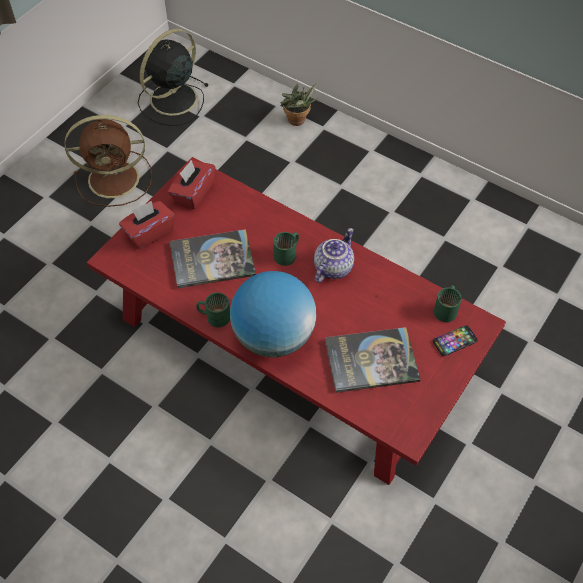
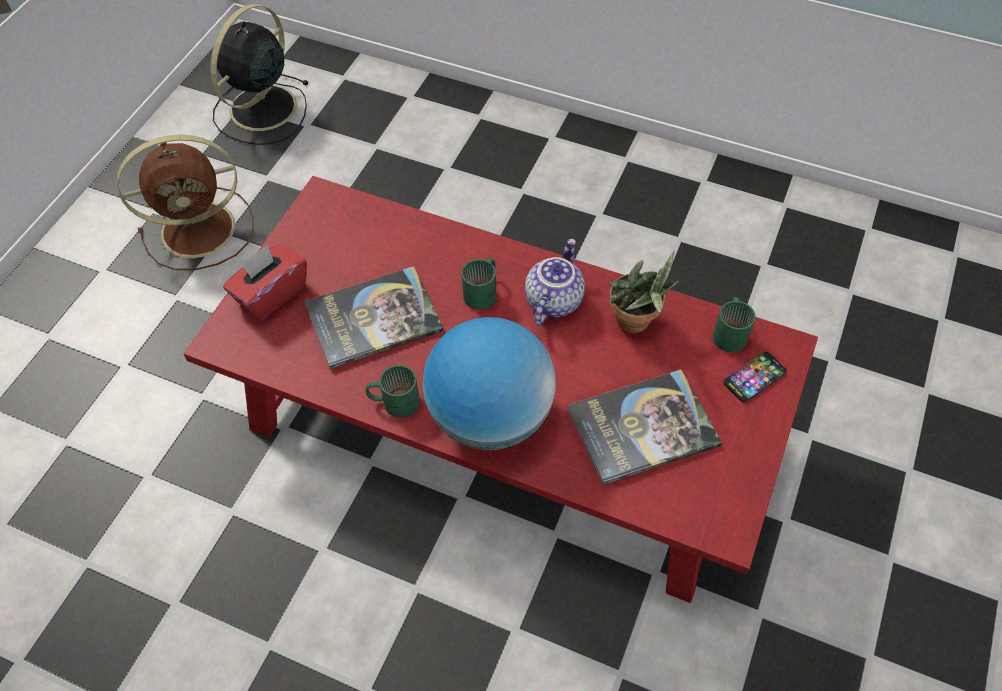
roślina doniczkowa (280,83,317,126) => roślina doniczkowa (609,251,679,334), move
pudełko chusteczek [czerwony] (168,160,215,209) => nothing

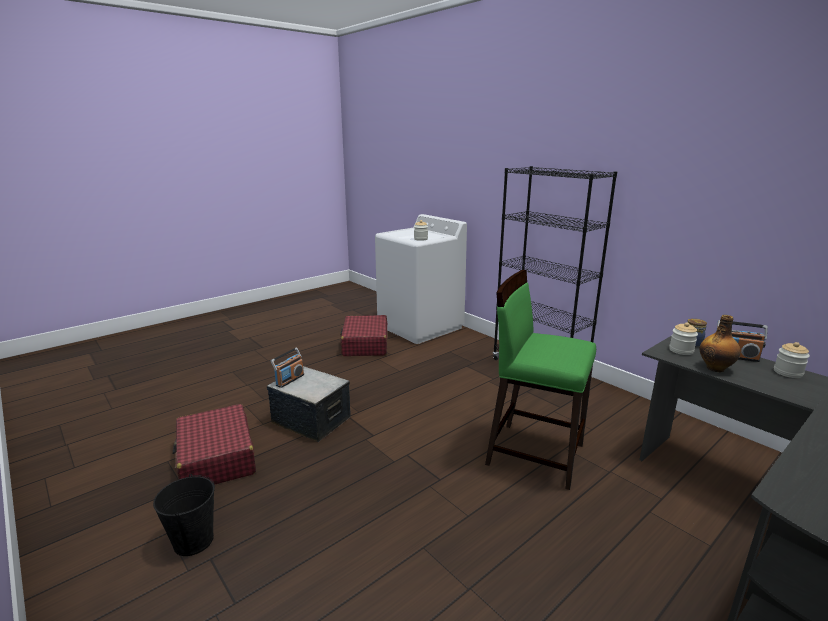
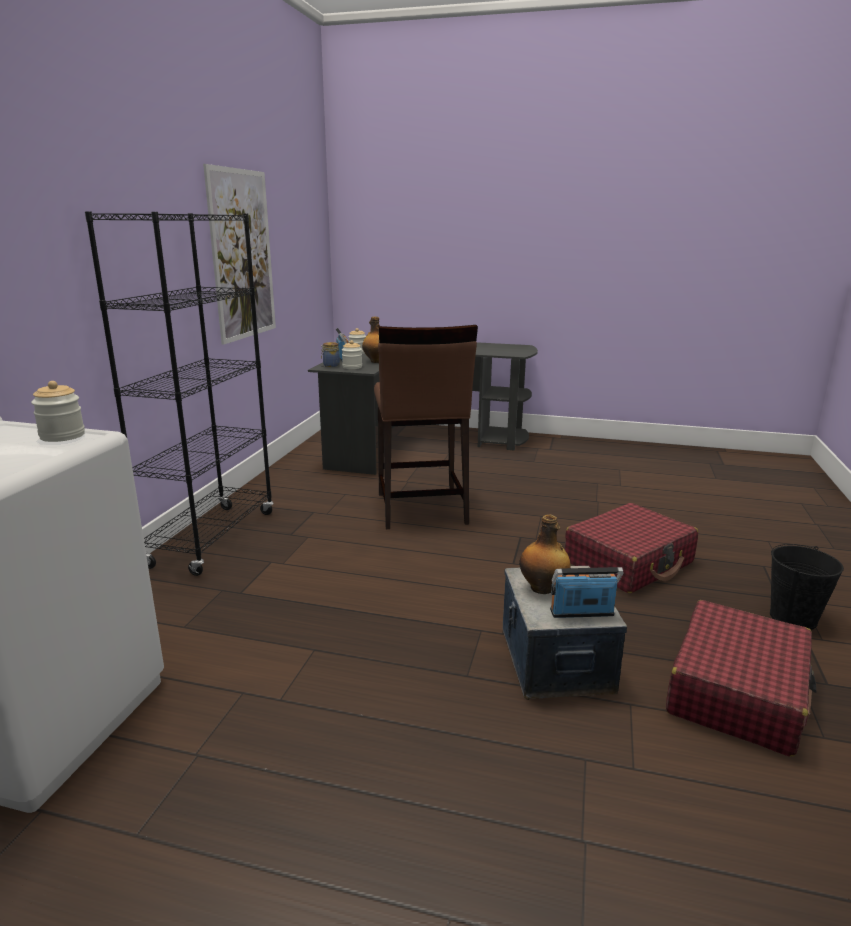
nothing => obraz (203,164,276,345)
stołek [zielony] (485,270,596,490) => stołek [brązowy] (374,325,478,529)
nothing => butelka (519,514,571,594)
walizka [czerwony] (340,315,388,356) => walizka [czerwony] (564,503,698,593), move

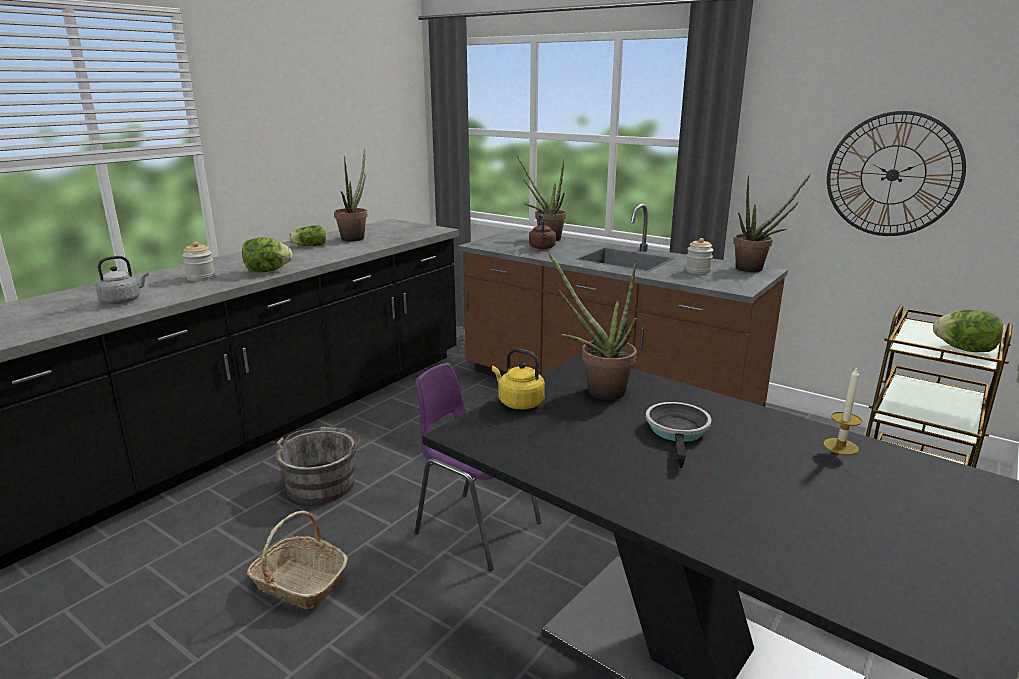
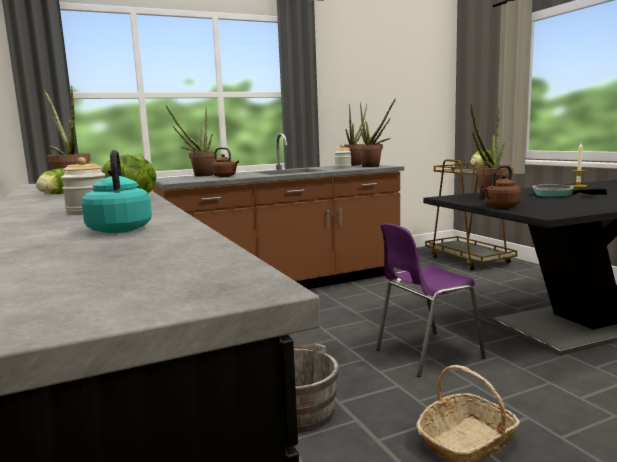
czajnik [szary] (96,256,149,304) => czajnik [turkusowy] (82,150,152,233)
nothing => roślina doniczkowa (358,98,396,167)
czajnik [żółty] (492,349,545,409) => czajnik [brązowy] (482,165,521,208)
zegar ścienny (827,111,966,236) => nothing

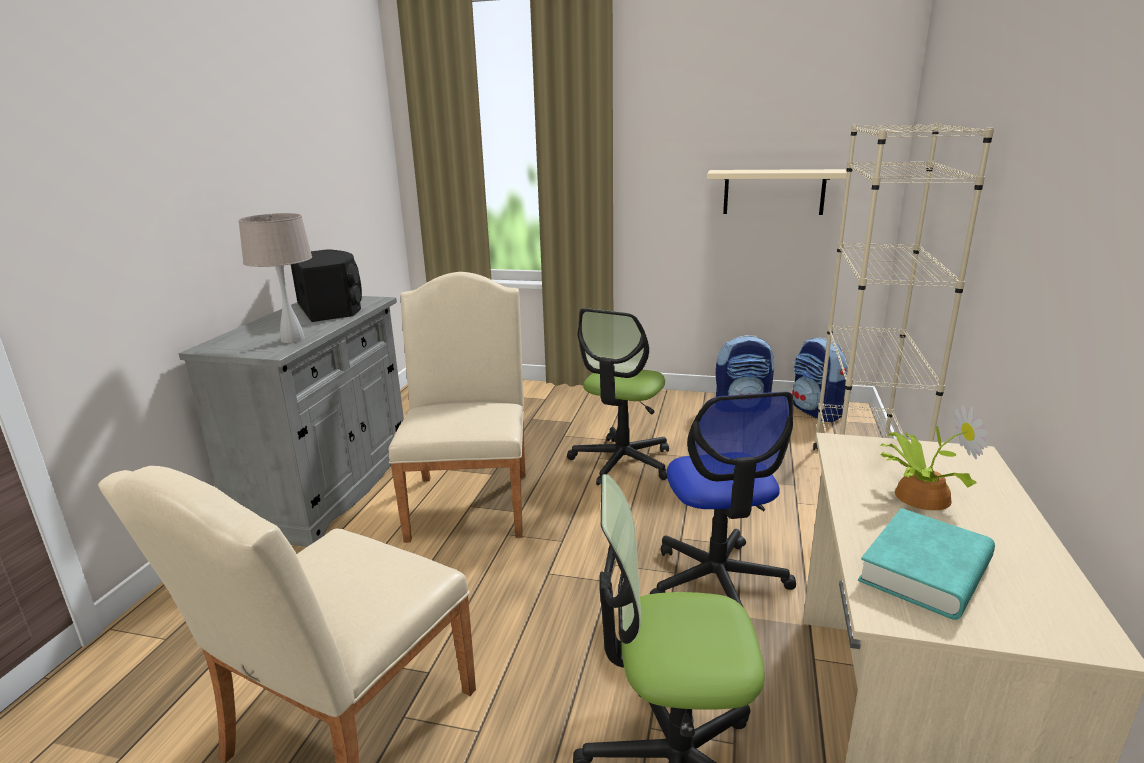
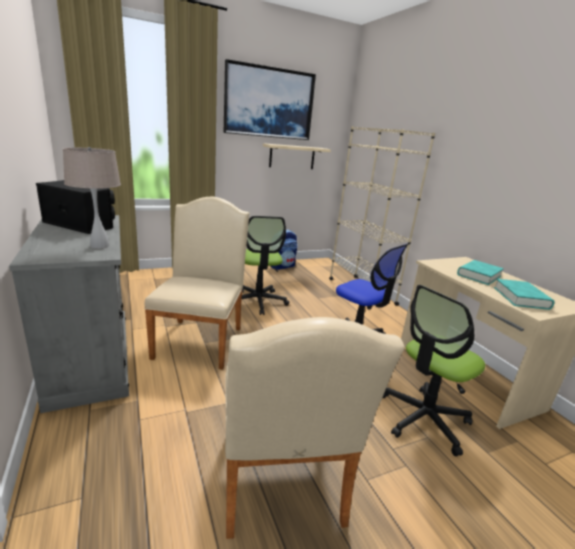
krzesło [beżowy] (389,272,526,543) => krzesło [beżowy] (144,197,249,369), 45 degrees clockwise
nothing => obraz (224,59,316,140)
roślina doniczkowa (880,405,988,510) => książka [turkusowy] (457,260,504,285)
plecak (792,337,851,422) => nothing

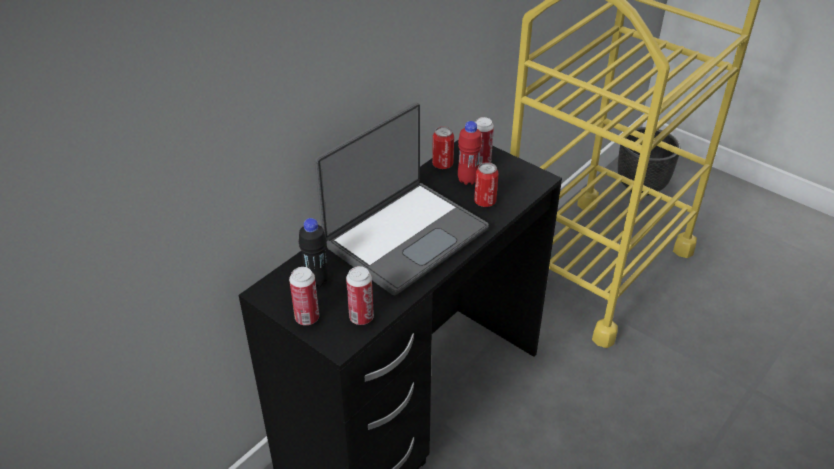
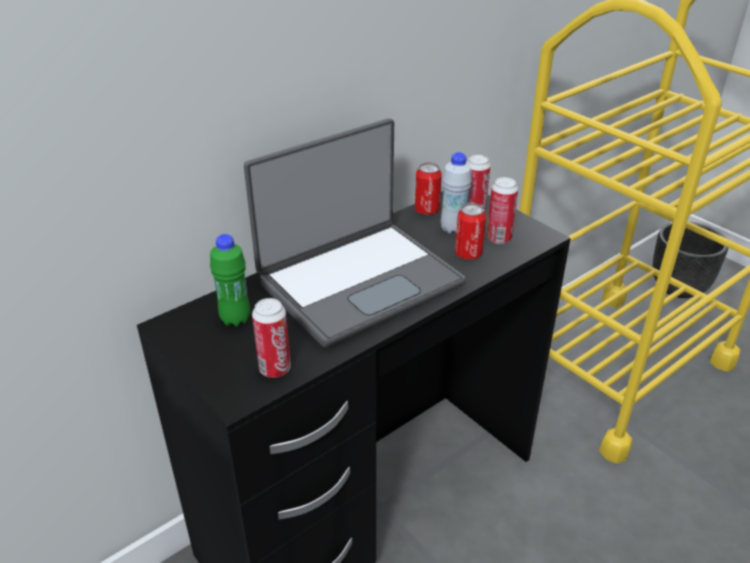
butelka [czarny] (299,218,329,287) => butelka [zielony] (210,234,250,327)
butelka [czerwony] (458,121,482,185) => butelka [biały] (441,152,472,234)
puszka (289,267,319,325) => puszka (487,177,518,244), move

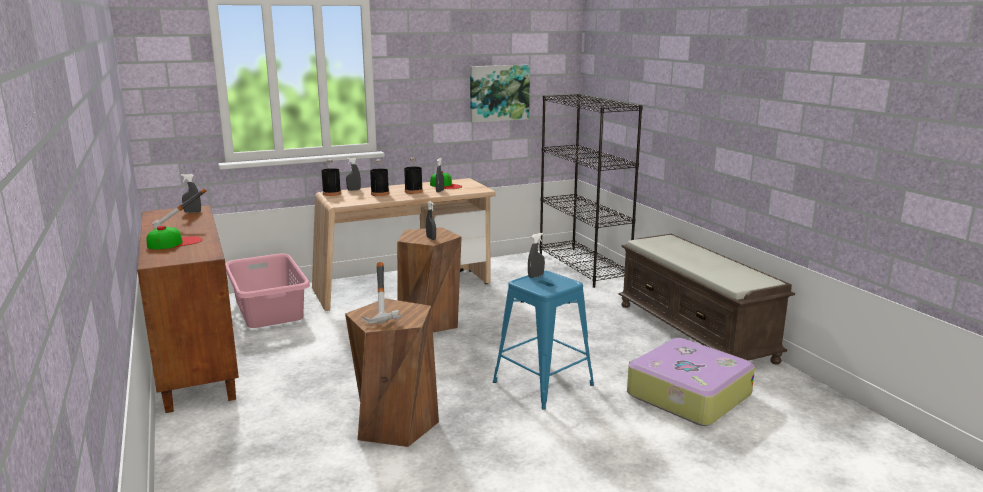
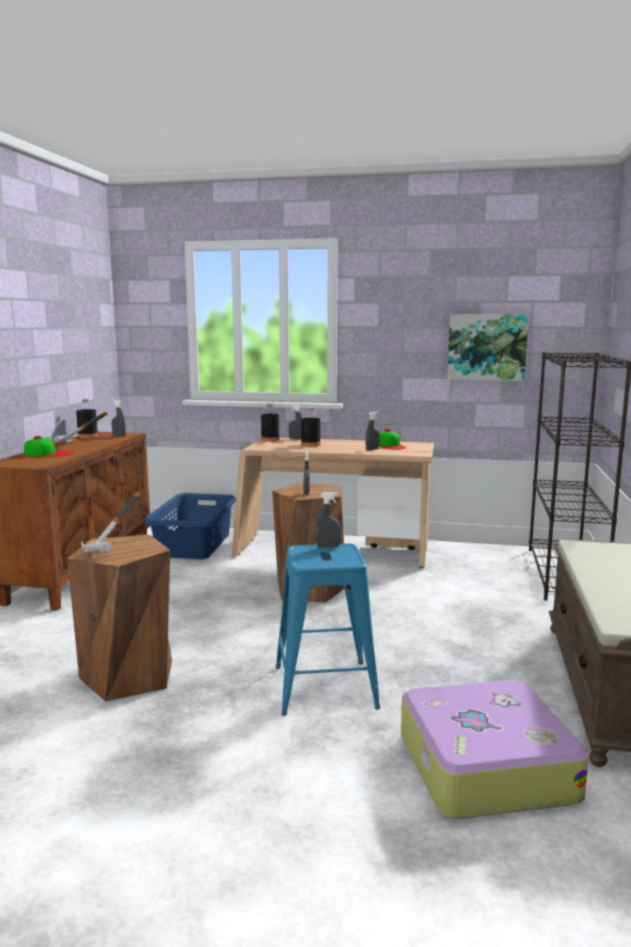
butelka [czarny] (404,157,423,194) => butelka [czarny] (76,399,98,438), move
kosz na pranie [różowy] (225,254,310,328) => kosz na pranie [niebieski] (144,493,236,559)

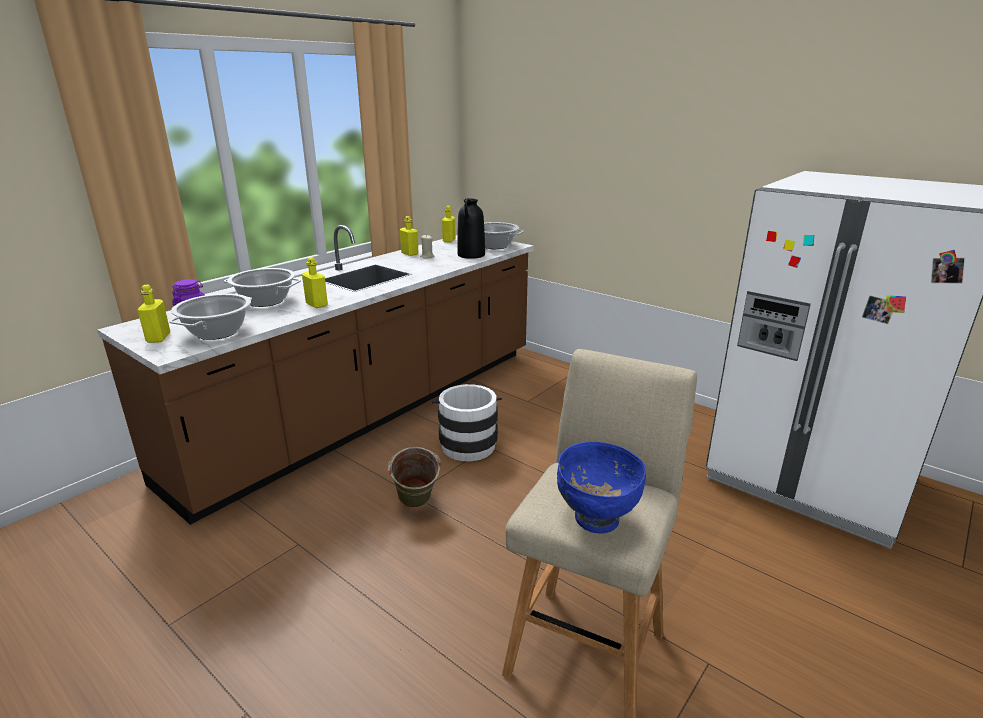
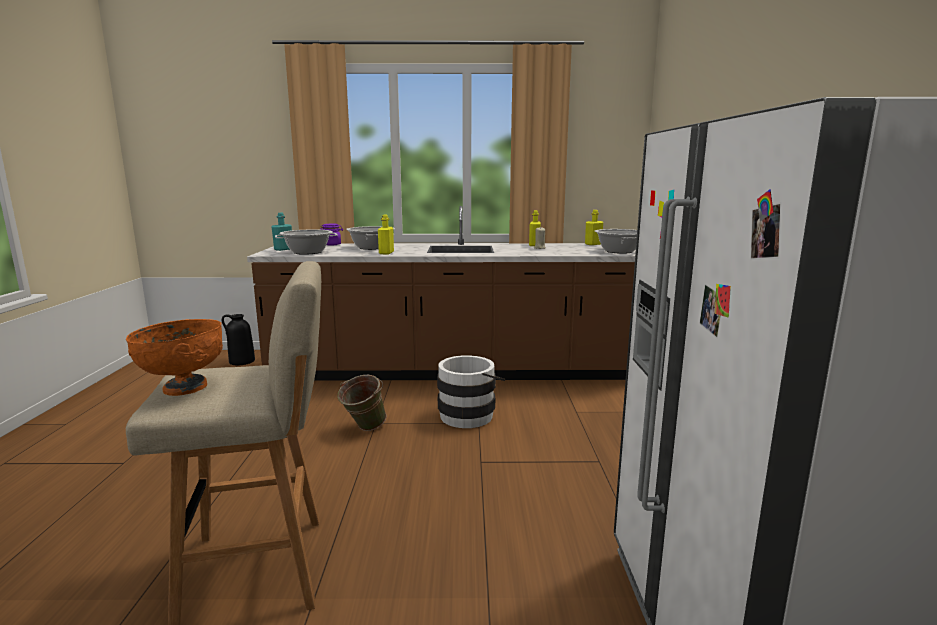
miska [niebieski] (557,442,646,534) => miska [pomarańczowy] (126,319,223,396)
wazon [czarny] (457,198,485,259) => wazon [czarny] (222,314,255,365), move
butelka [żółty] (137,285,170,343) => butelka [turkusowy] (271,213,292,251)

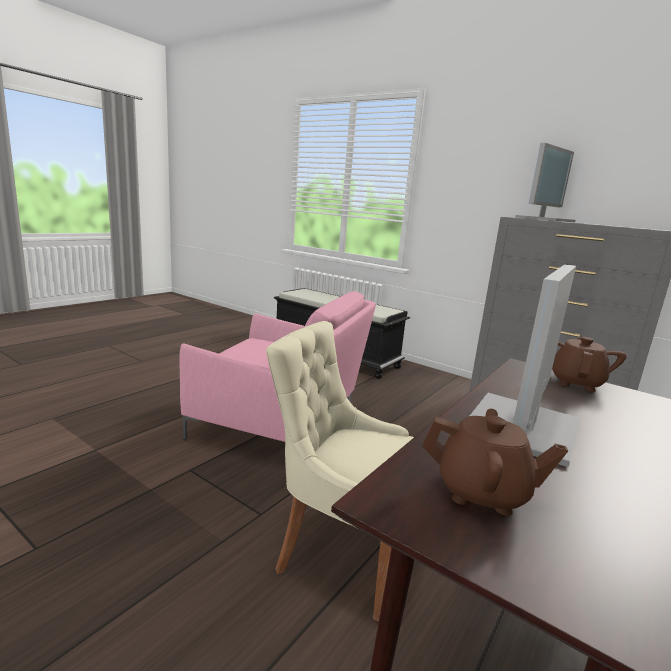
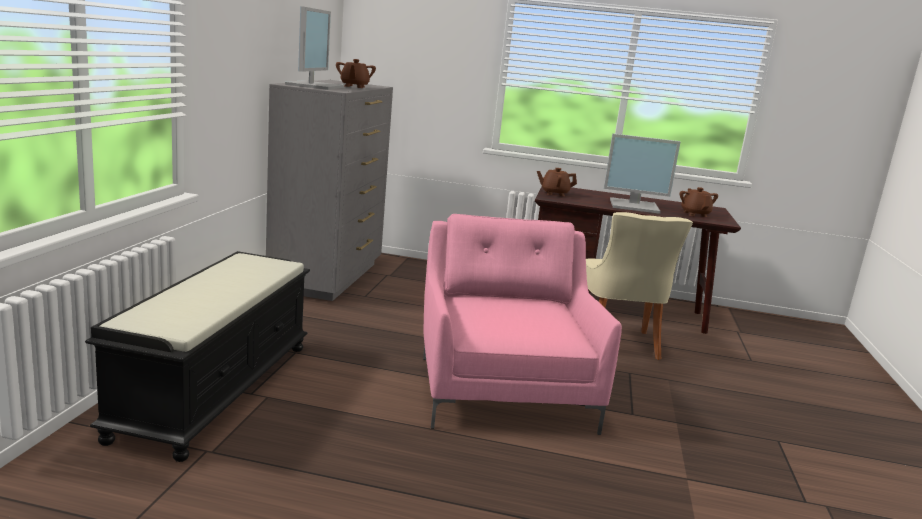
monitor (515,143,575,222) => monitor (285,6,344,90), 75 degrees clockwise
nothing => imbryk [brązowy] (336,59,376,88)

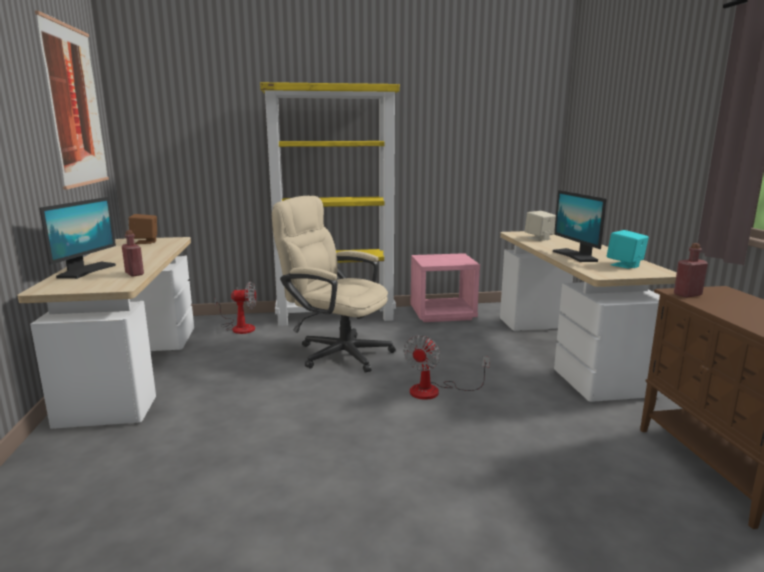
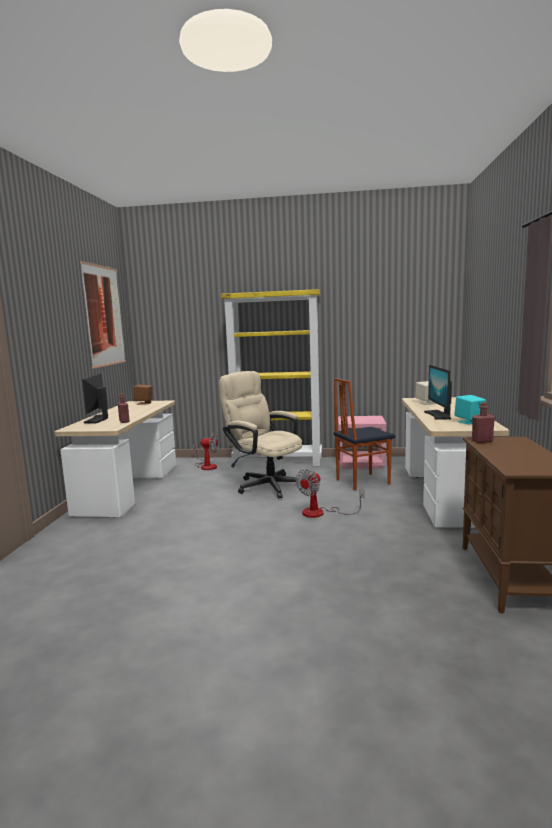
monitor (39,197,116,279) => monitor (82,373,108,423), 150 degrees clockwise
nothing => krzesło (334,378,396,491)

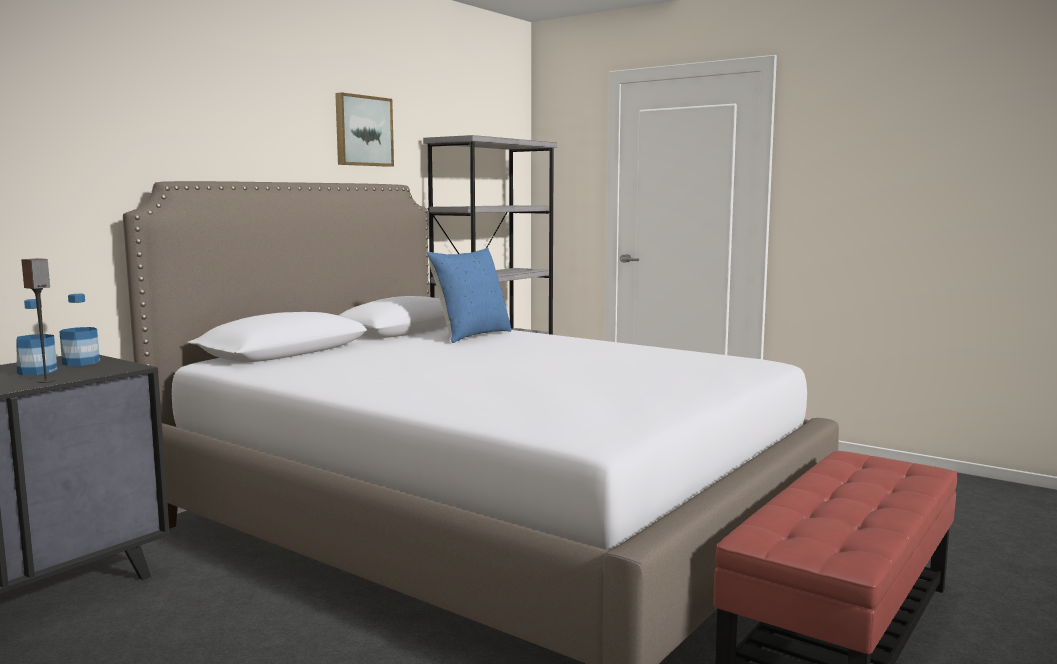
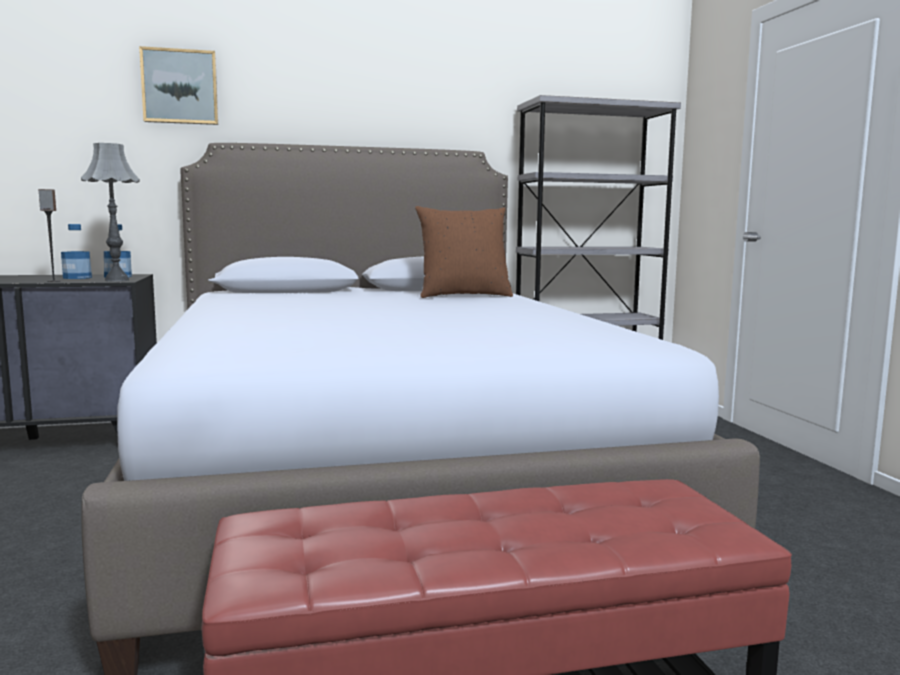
nothing => lampa stołowa [szary] (81,143,140,282)
obraz (335,92,394,167) => obraz (139,46,218,125), move
poduszka [niebieski] (427,248,512,343) => poduszka [brązowy] (415,206,513,298)

